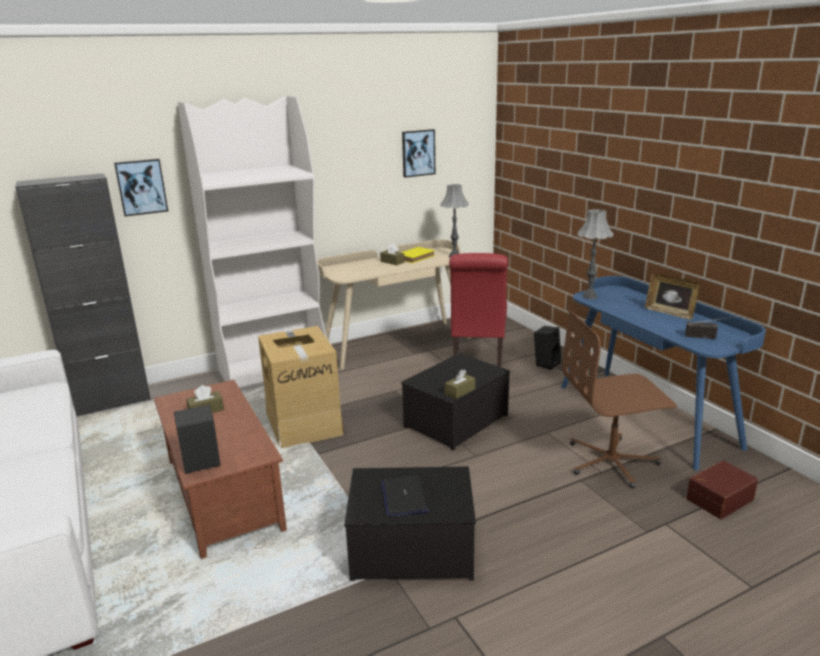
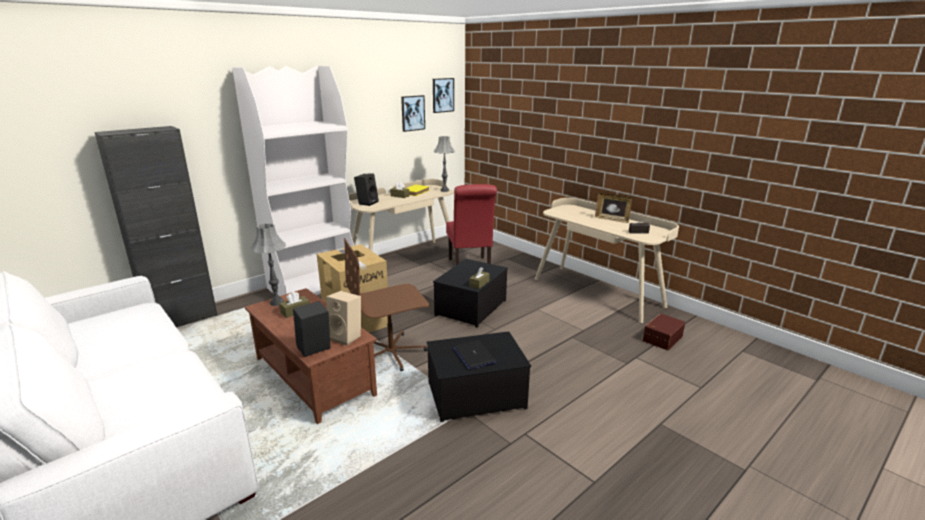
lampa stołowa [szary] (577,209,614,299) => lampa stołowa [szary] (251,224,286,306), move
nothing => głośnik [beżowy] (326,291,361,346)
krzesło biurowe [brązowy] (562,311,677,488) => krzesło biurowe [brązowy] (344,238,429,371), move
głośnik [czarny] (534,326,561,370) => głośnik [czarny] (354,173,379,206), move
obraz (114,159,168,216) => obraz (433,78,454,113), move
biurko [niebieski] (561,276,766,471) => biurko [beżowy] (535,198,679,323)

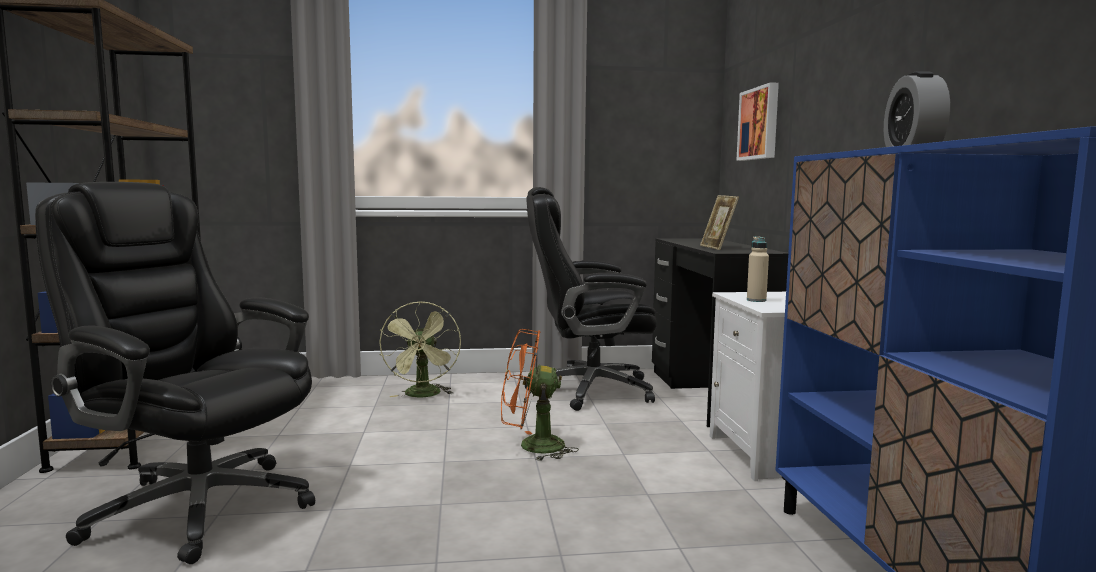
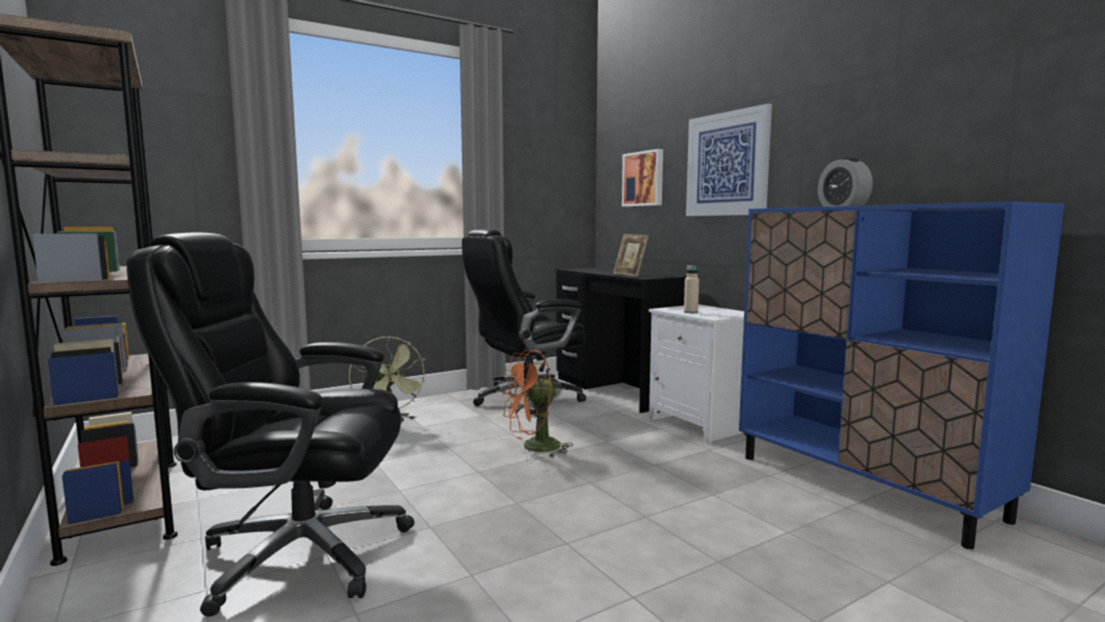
nothing => obraz (686,103,772,216)

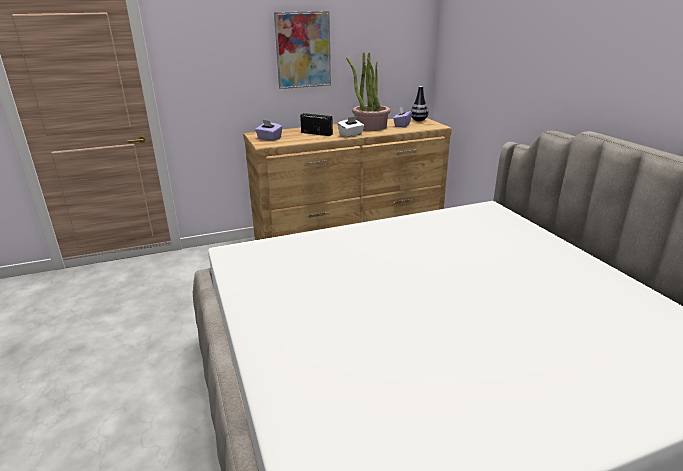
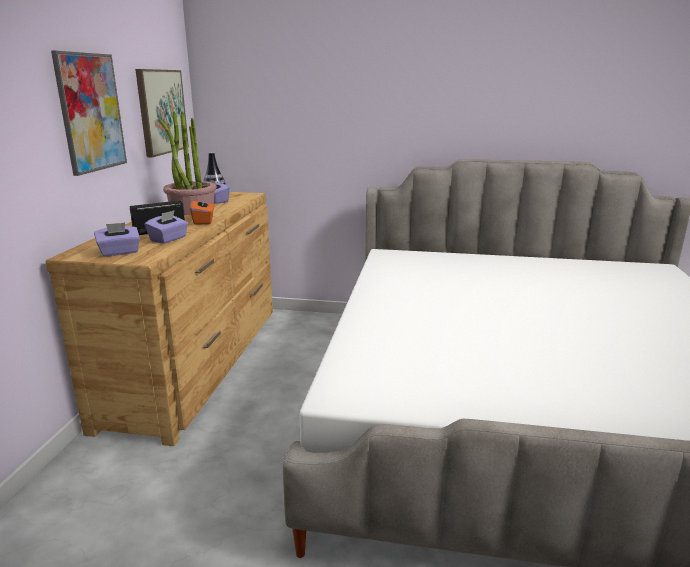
nothing => obraz (135,69,189,157)
nothing => pudełko chusteczek [fioletowy] (145,210,188,244)
pudełko chusteczek [biały] (337,116,364,137) => pudełko chusteczek [pomarańczowy] (190,196,214,225)

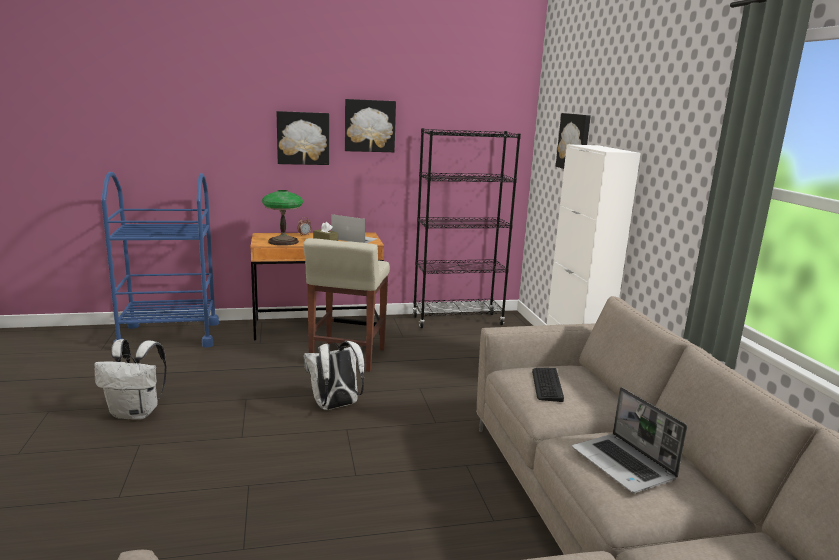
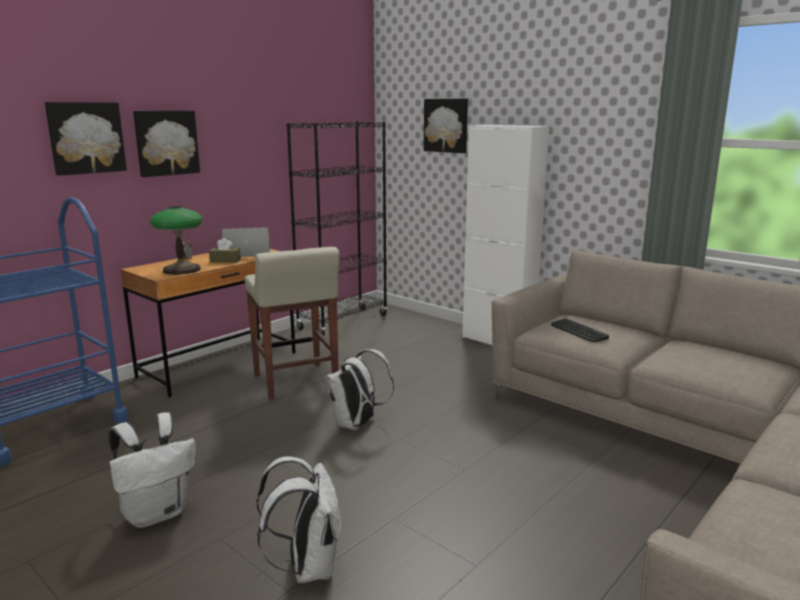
obraz (345,99,396,152) => obraz (45,102,127,176), move
nothing => plecak [biały] (256,456,341,583)
laptop (572,387,687,493) => nothing

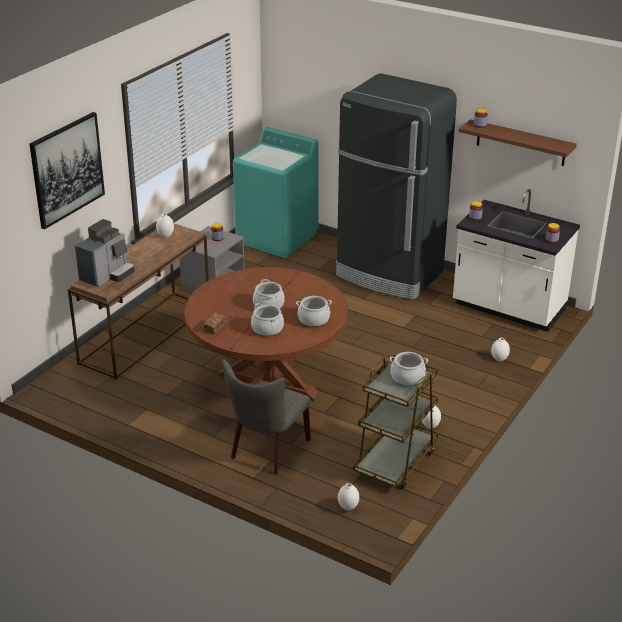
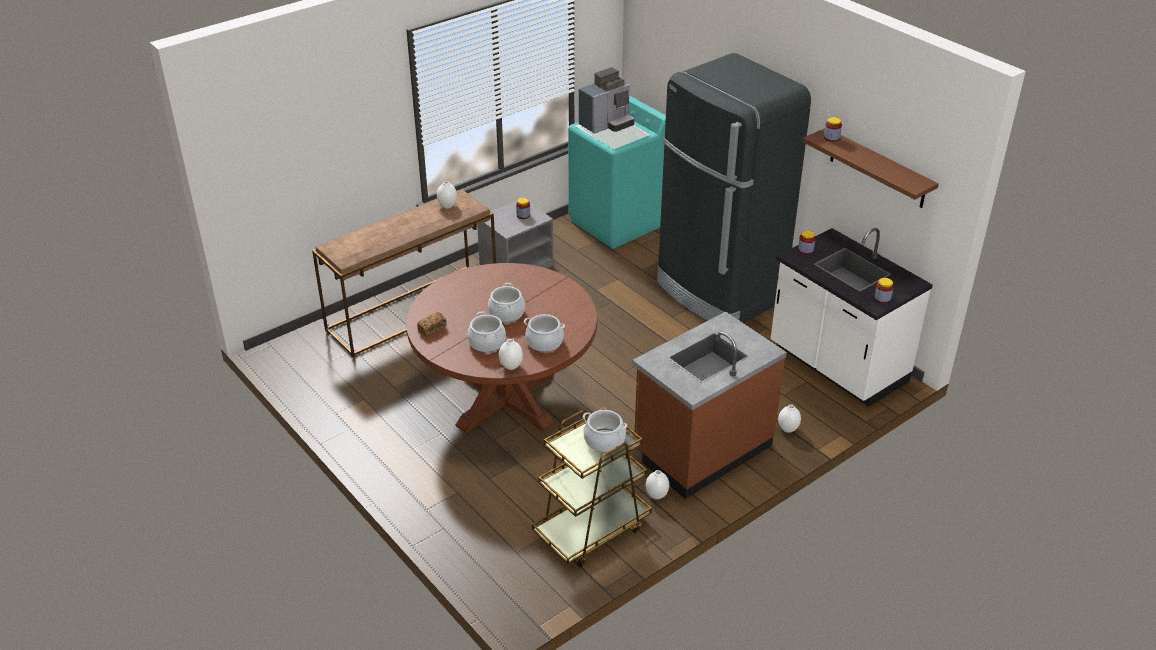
wazon [biały] (338,483,359,511) => wazon [biały] (499,339,523,370), move
ekspres do kawy (75,219,135,287) => ekspres do kawy (579,67,634,134), move
nothing => zabudowa kuchenna [brązowy] (632,312,787,499)
obraz (29,112,105,229) => nothing
krzesło [szary] (222,359,311,475) => nothing

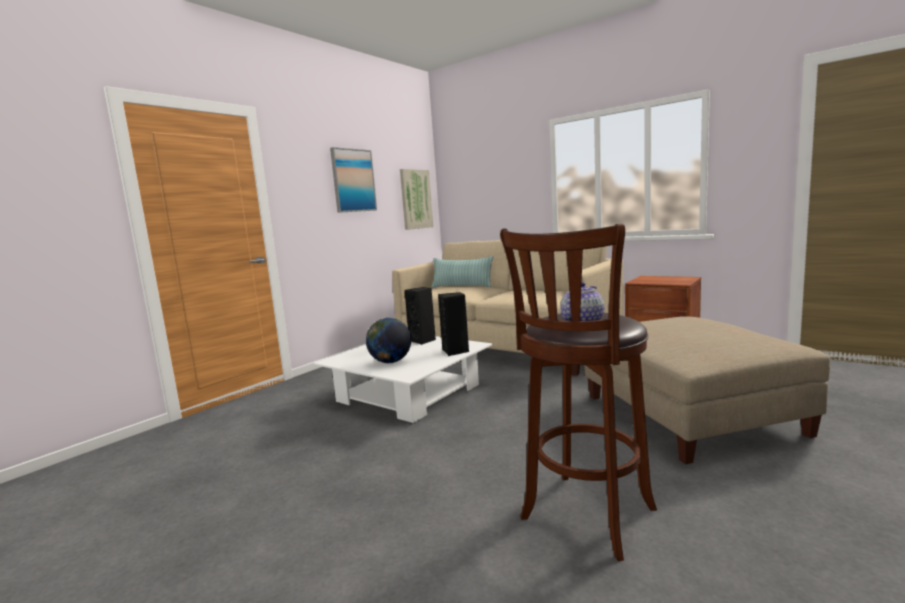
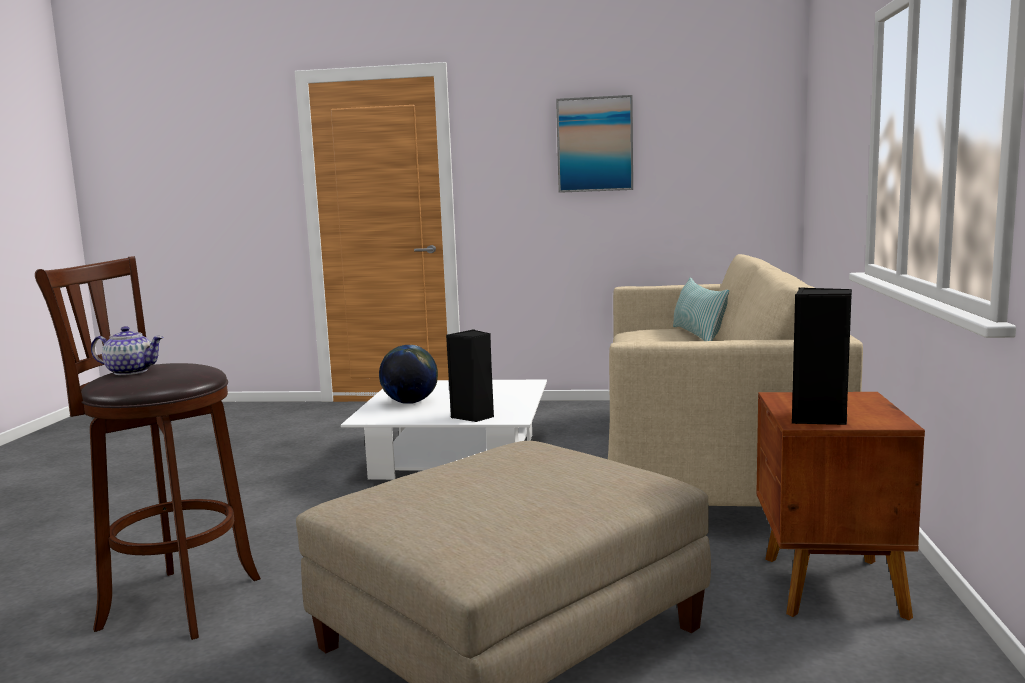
głośnik [czarny] (405,287,436,345) => głośnik [czarny] (792,287,852,425), move
obraz (400,169,433,230) => nothing

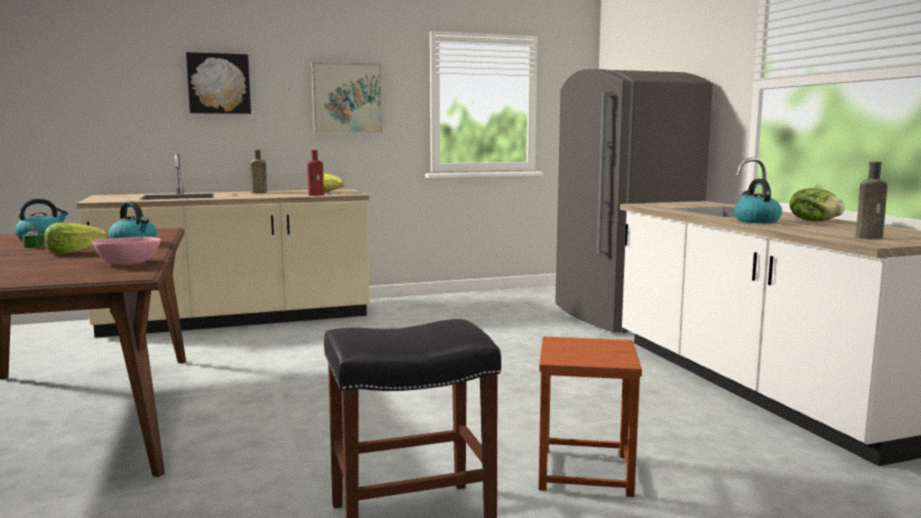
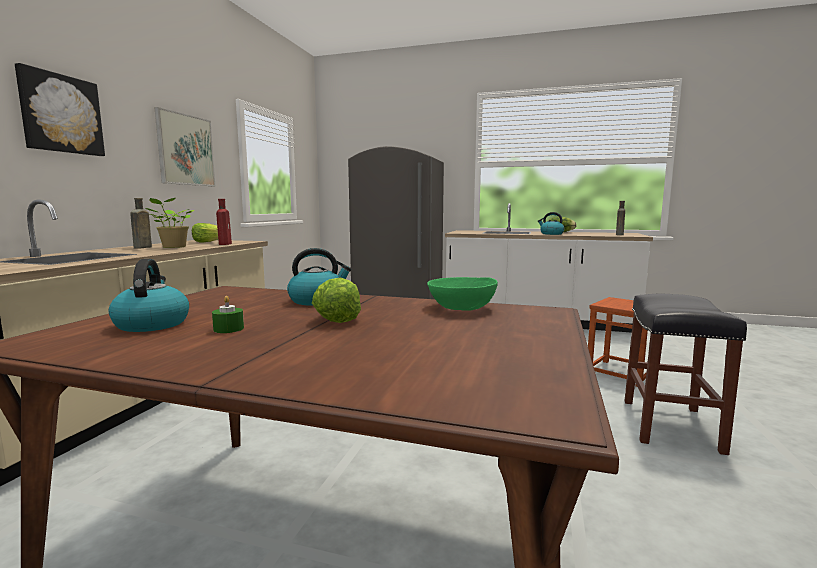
nothing => roślina doniczkowa (145,198,194,248)
miska [różowy] (93,237,161,265) => miska [zielony] (427,277,498,310)

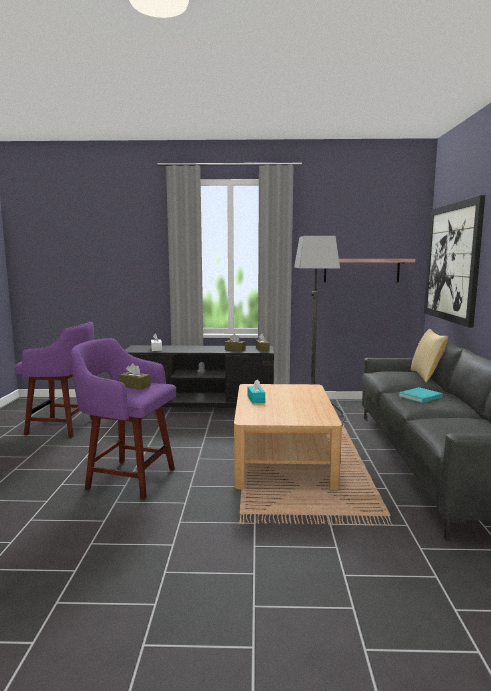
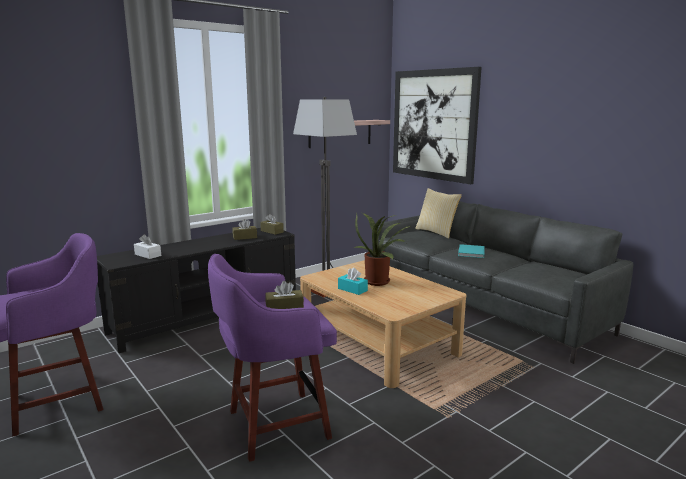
nothing => roślina doniczkowa (353,213,411,286)

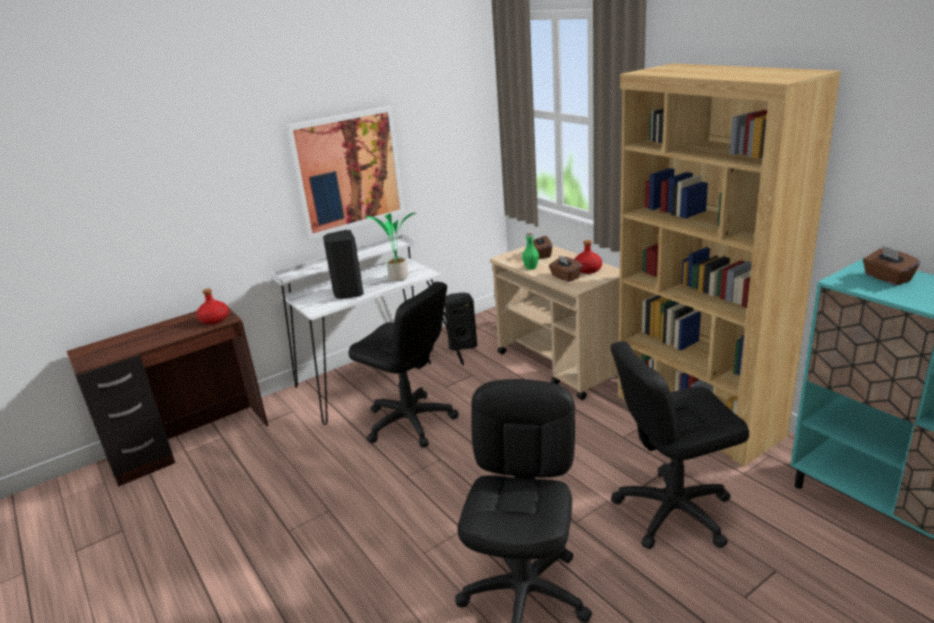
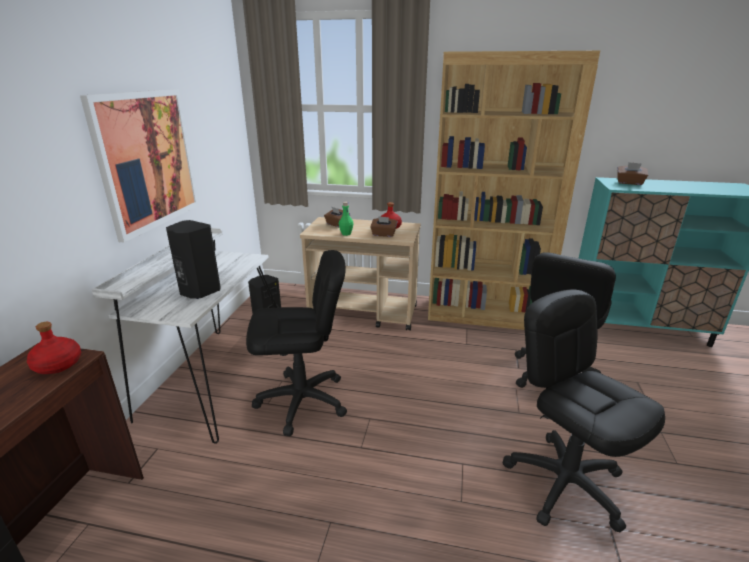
roślina doniczkowa (365,213,416,281) => nothing

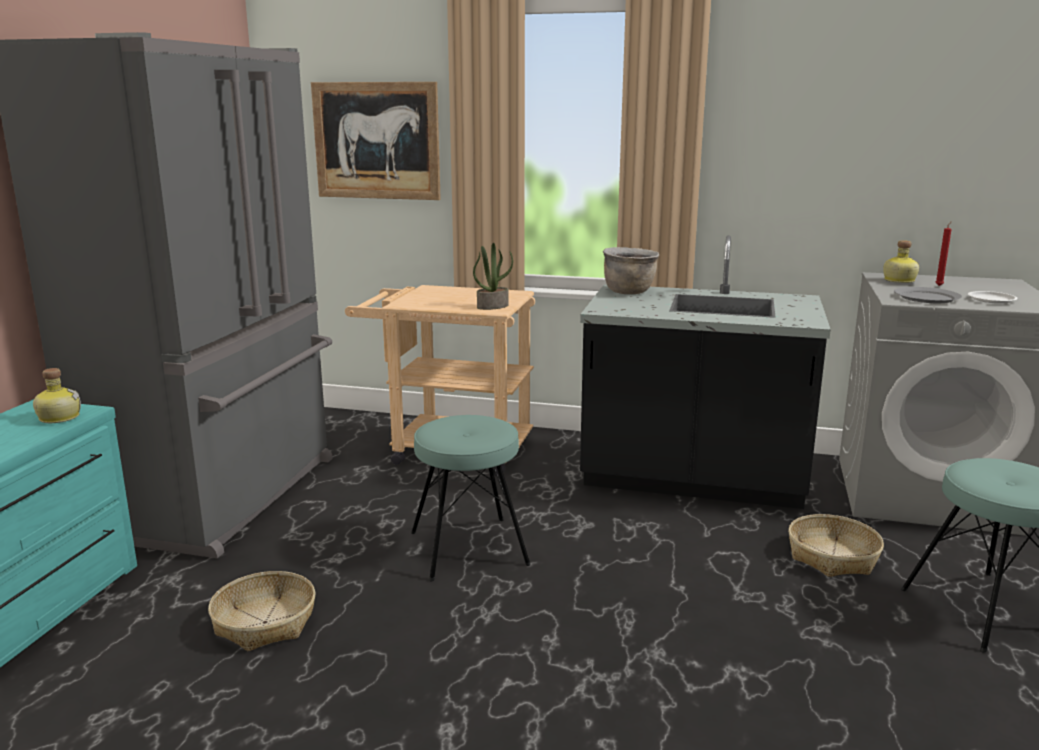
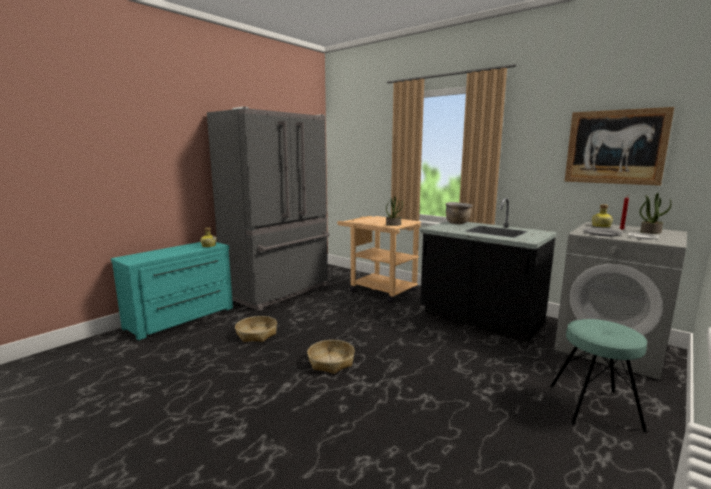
koszyk (788,514,884,577) => koszyk (307,340,355,374), move
obraz (311,82,441,200) => obraz (564,107,674,186), move
nothing => roślina doniczkowa (640,193,672,234)
stołek [turkusowy] (411,415,530,581) => nothing

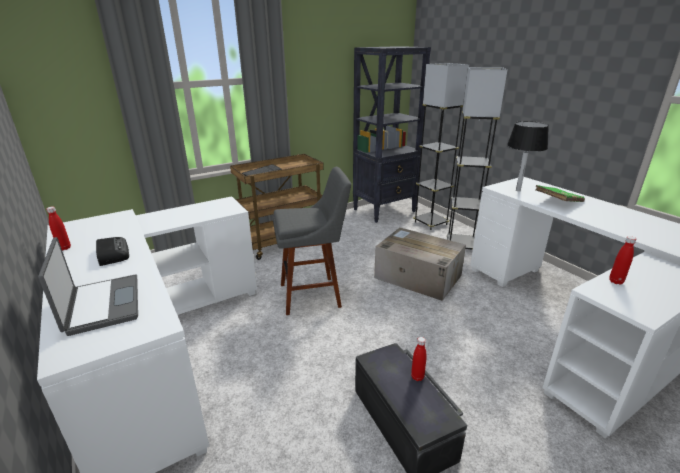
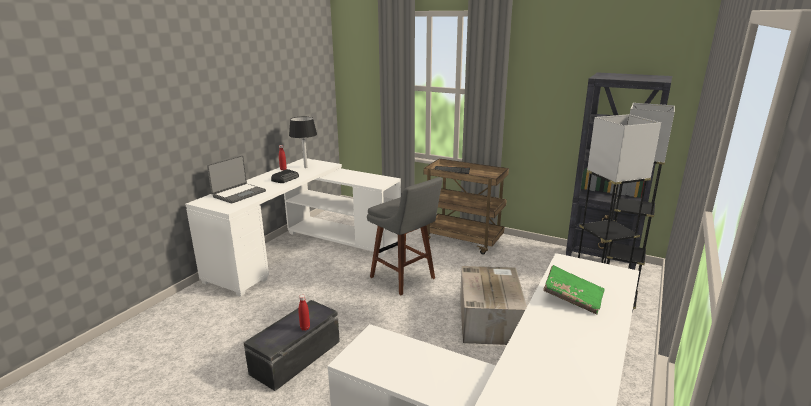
lampa stołowa [czarny] (507,121,549,191) => lampa stołowa [czarny] (289,116,317,168), move
butelka [czerwony] (609,236,636,285) => nothing

